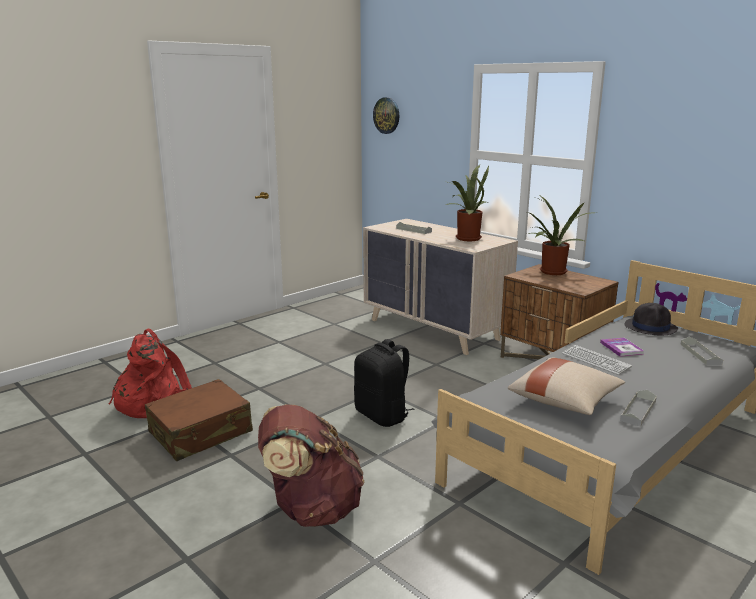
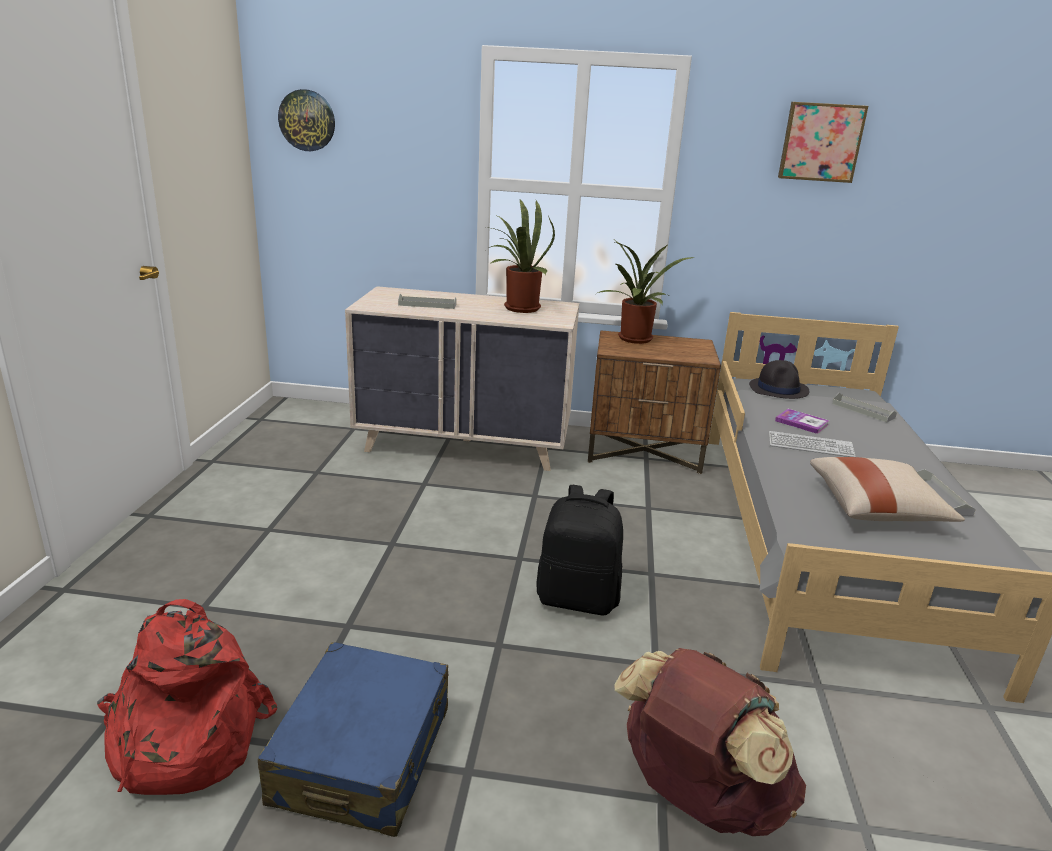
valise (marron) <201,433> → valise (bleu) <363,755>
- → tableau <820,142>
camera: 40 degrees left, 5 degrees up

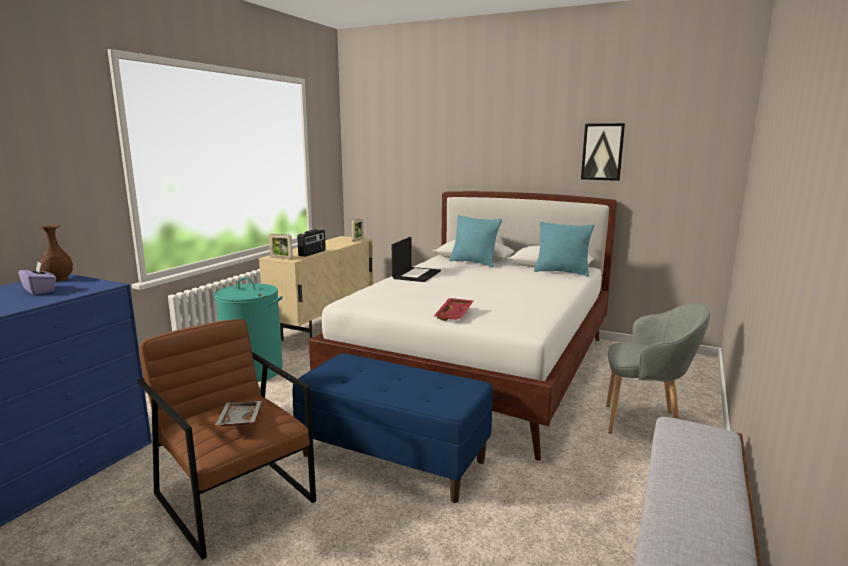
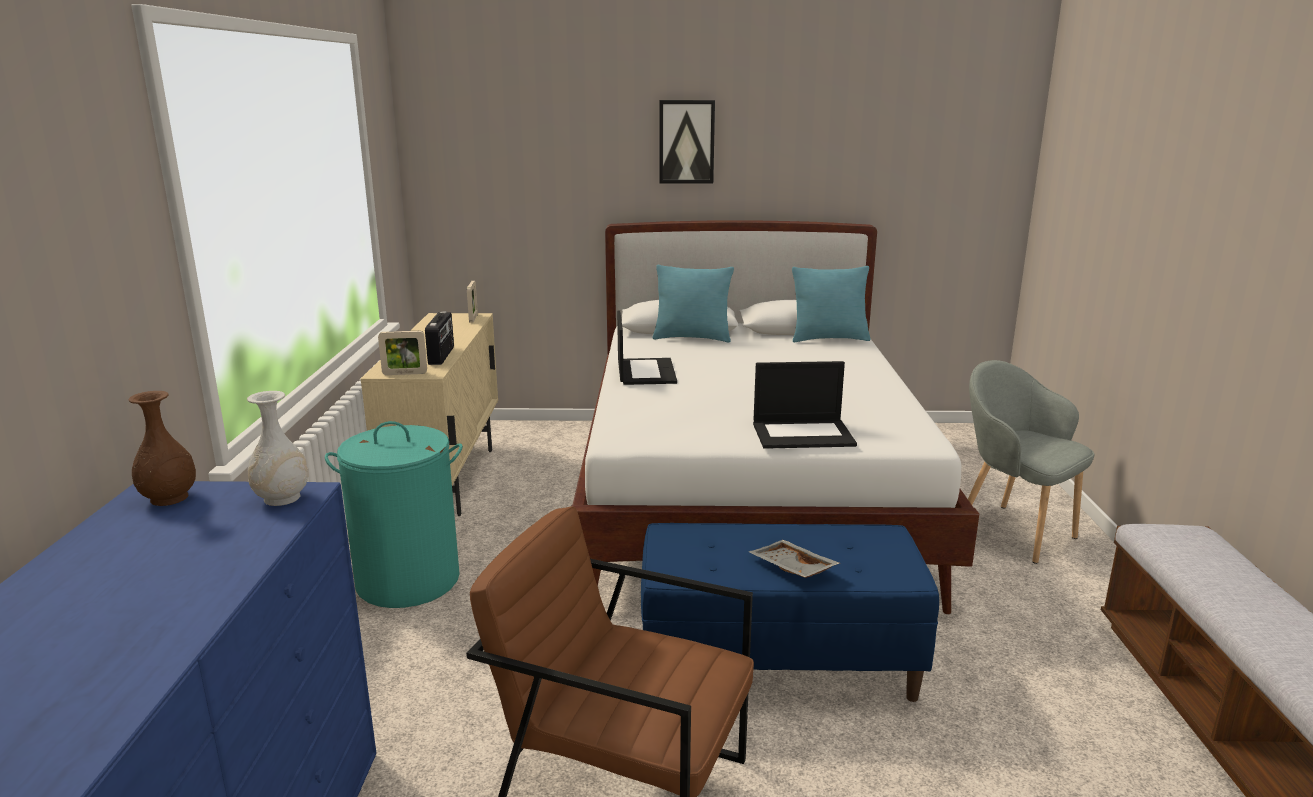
tableau <602,152> → tableau <686,142>, shifted
boîte à mouchoirs (violet) <40,290> → -
plateau (rouge) <454,315> → ordinateur portable <803,434>
fauteuil (gris) <645,423> → fauteuil (gris) <1011,532>, 120 degrees counterclockwise
plateau (gris) <238,420> → plateau (gris) <791,569>, shifted
- → vase (blanc) <282,498>
camera: 25 degrees left, 5 degrees up

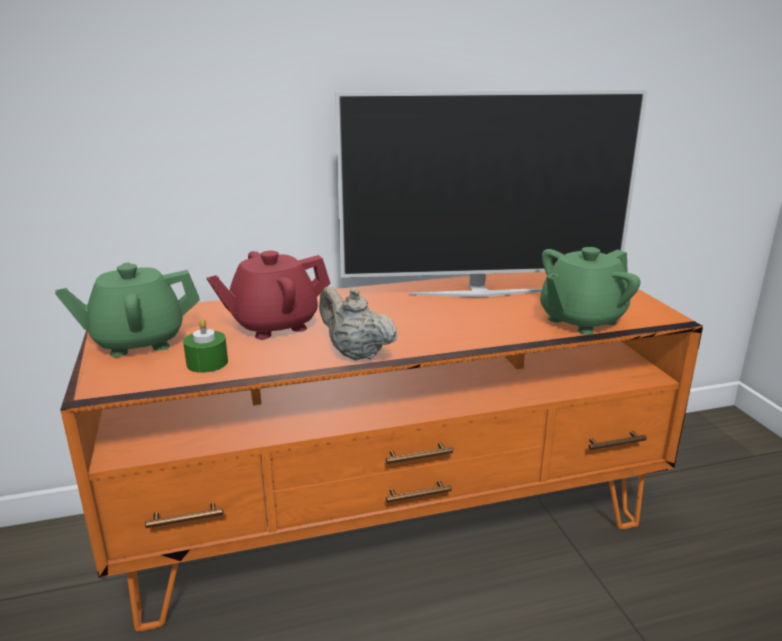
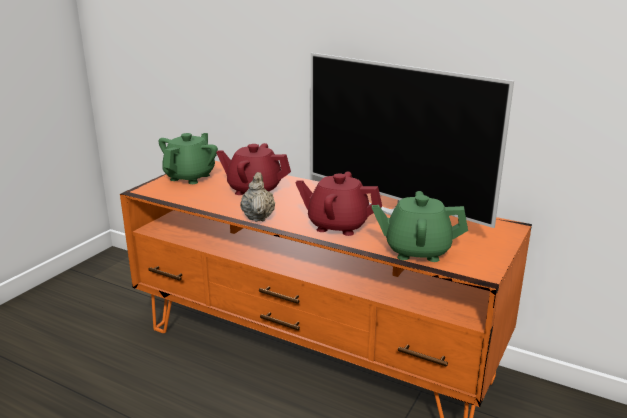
théière (vert) <138,342> → théière (vert) <190,177>, 90 degrees clockwise
bougie (vert) <207,363> → -
- → théière (rouge) <338,225>
camera: 45 degrees right, 0 degrees up

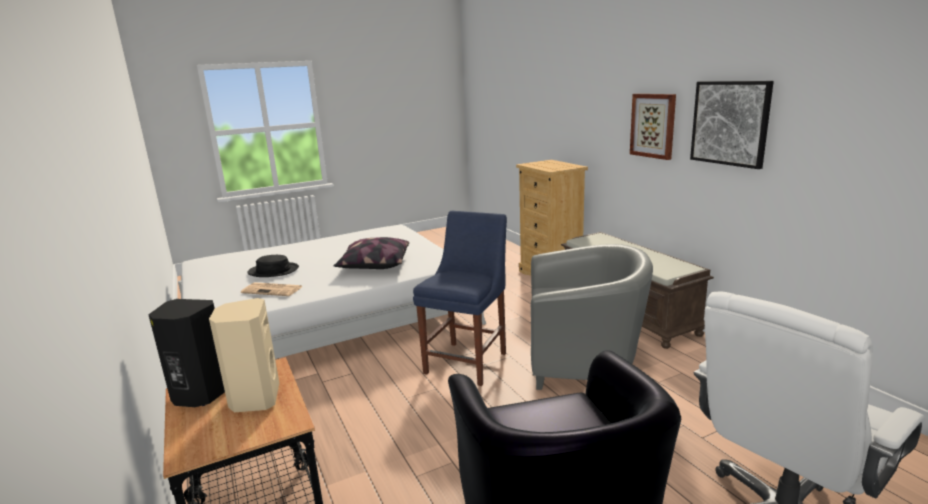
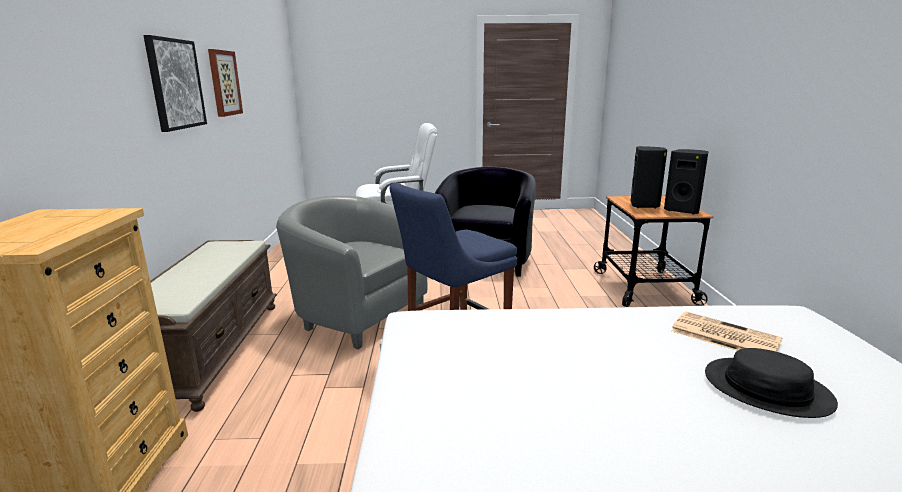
tableau <653,125> → tableau <224,83>, shifted
coussin <374,265> → -
enceinte (beige) <254,399> → enceinte (noir) <645,205>
camera: 155 degrees left, 0 degrees up

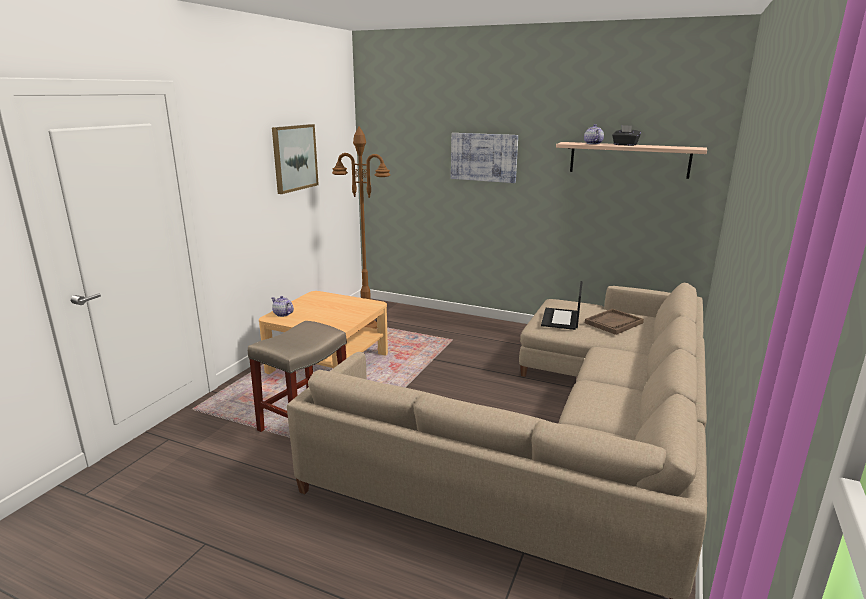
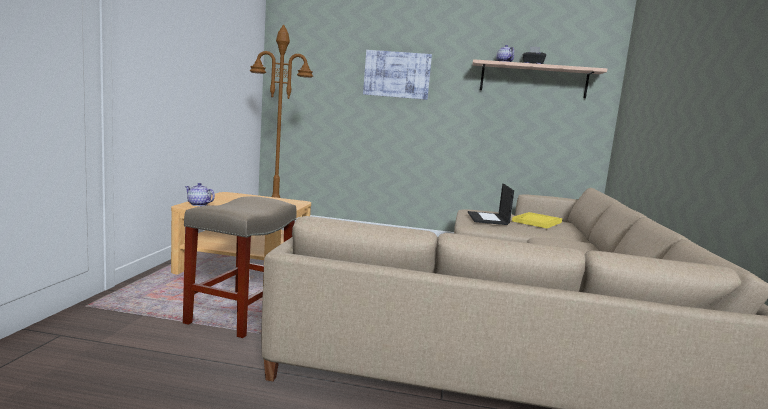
tableau <294,158> → -
plateau (marron) <613,323> → plateau (jaune) <537,222>
camera: 15 degrees left, 10 degrees down

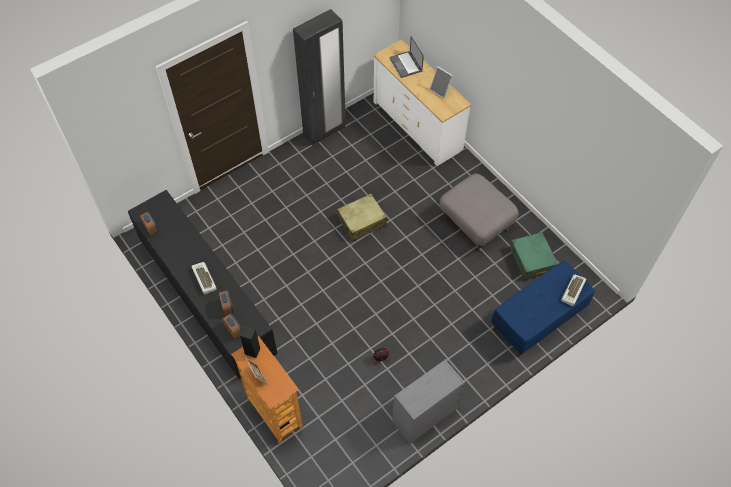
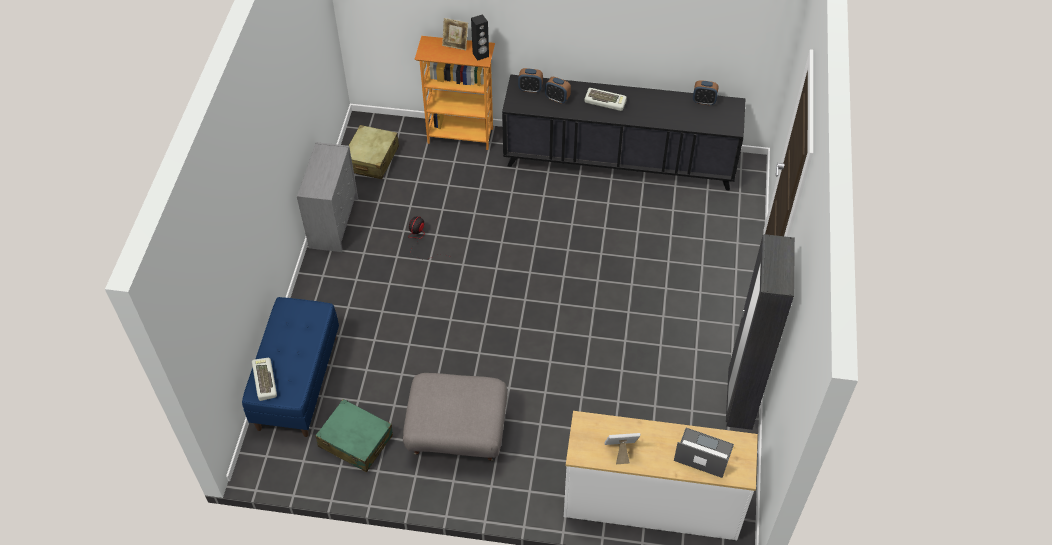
valise (beige) <362,221> → valise (beige) <371,159>, shifted
camera: 135 degrees right, 5 degrees down

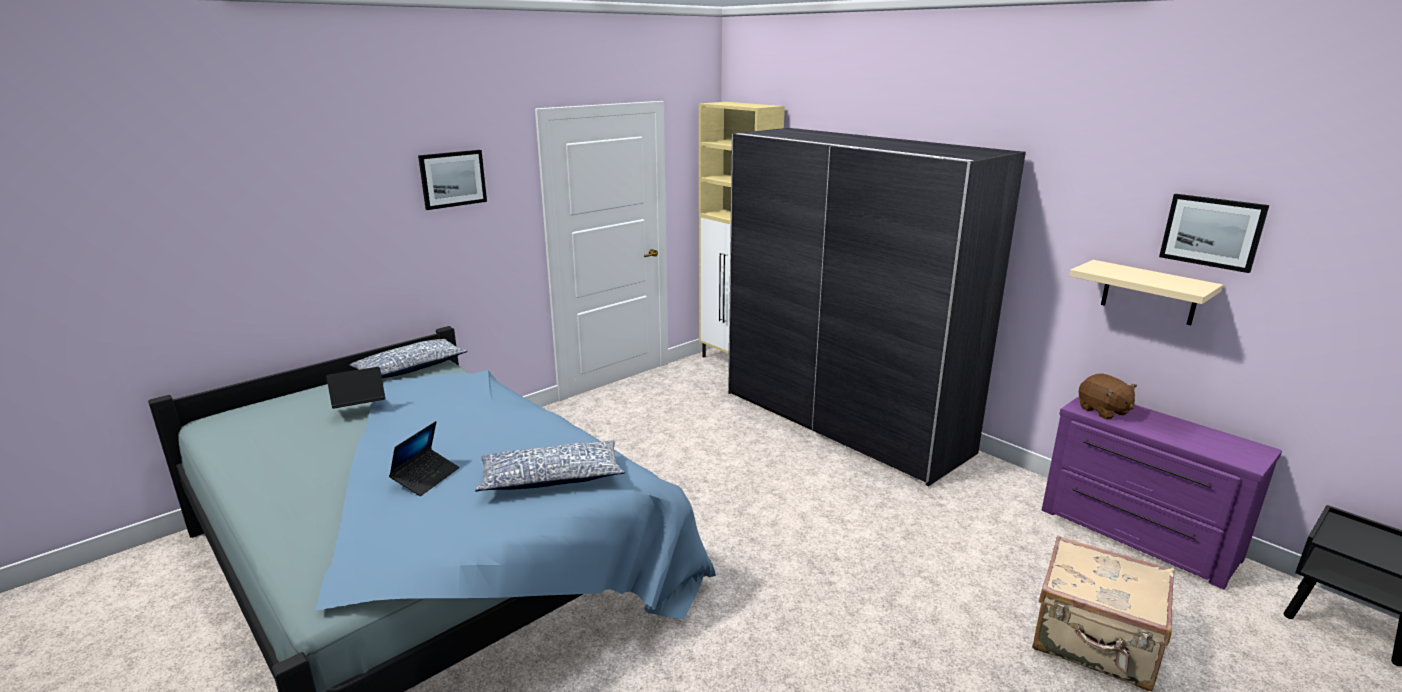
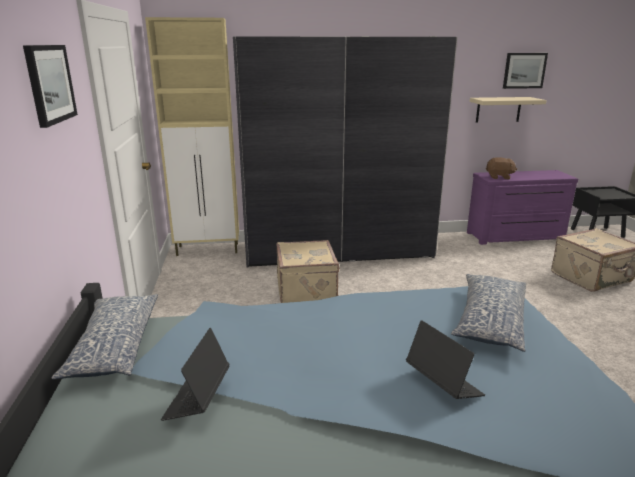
- → valise (beige) <307,290>
camera: 55 degrees left, 0 degrees up

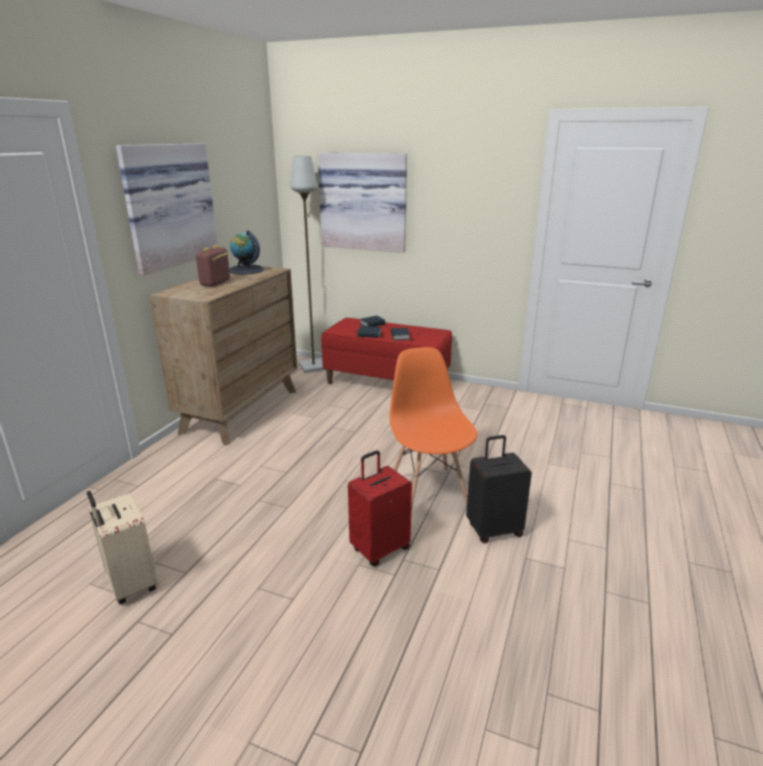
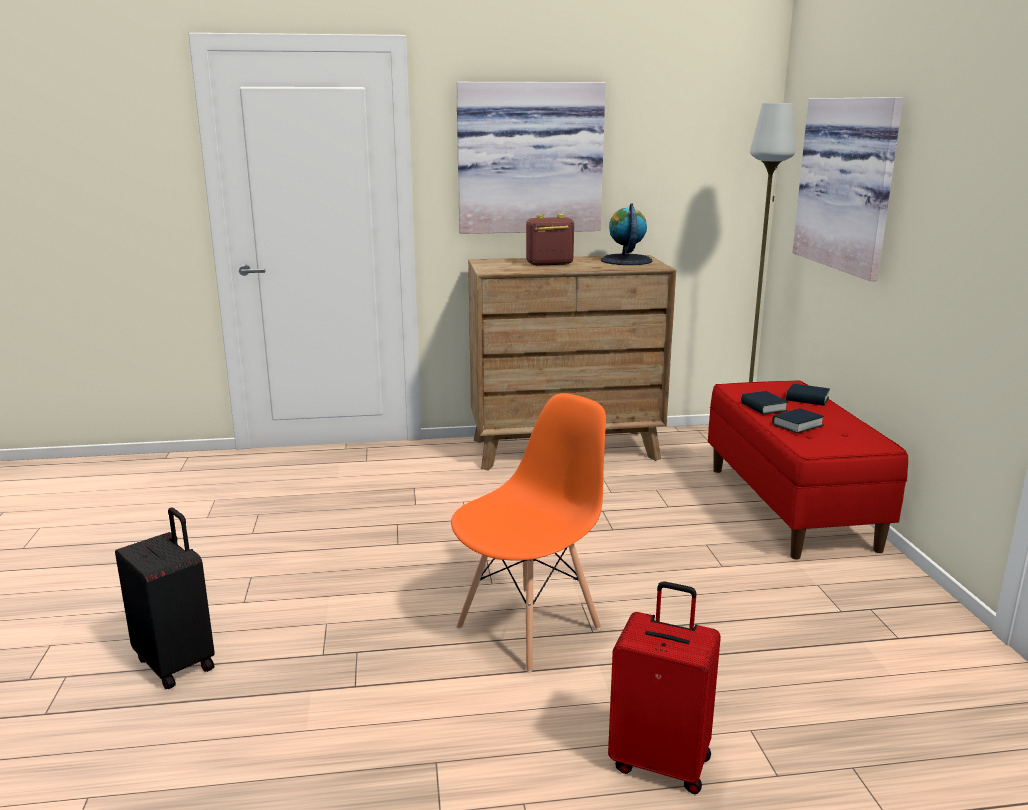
valise (noir) <494,530> → valise (noir) <177,662>, shifted
valise (rouge) <379,549> → valise (rouge) <661,761>, shifted
valise (beige) <130,585> → -
camera: 60 degrees right, 5 degrees down

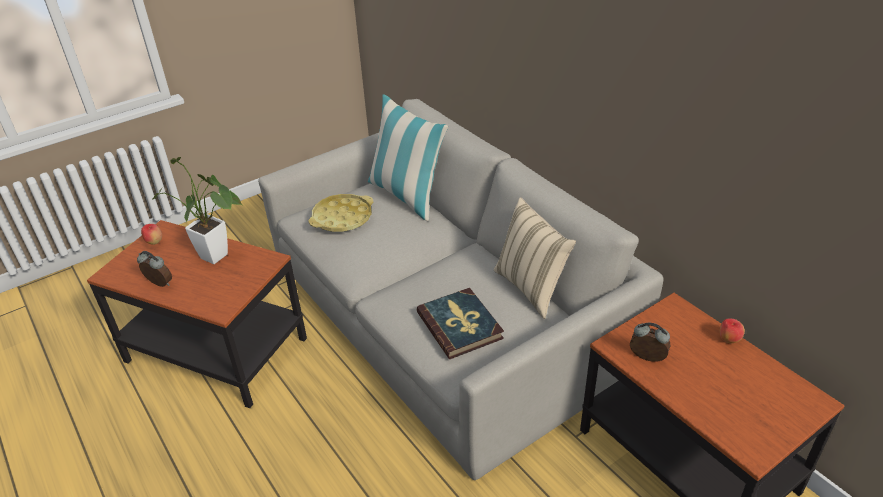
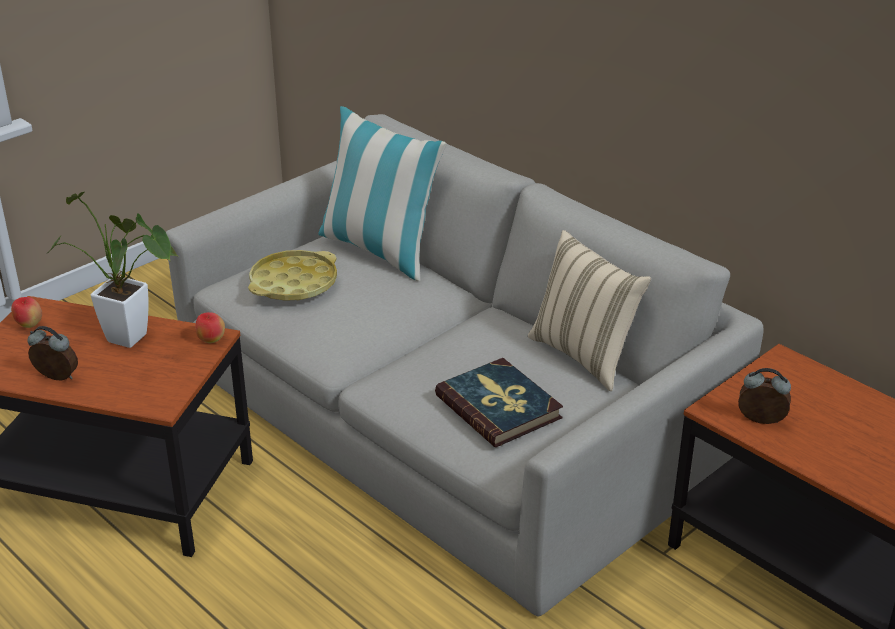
pomme <728,340> → pomme <211,340>, shifted
camera: 10 degrees left, 5 degrees down

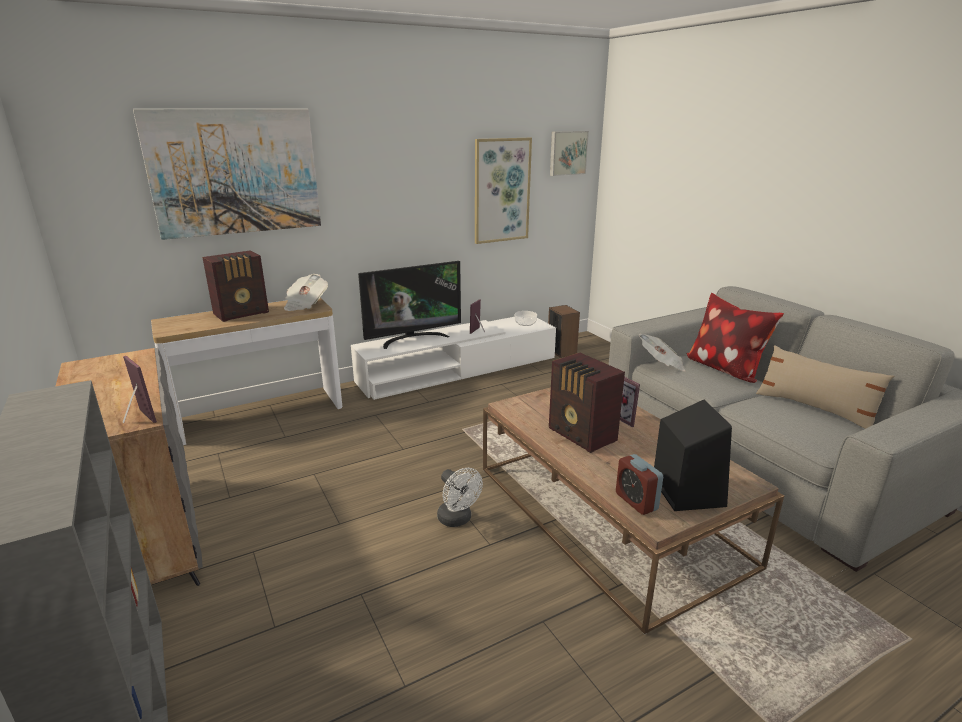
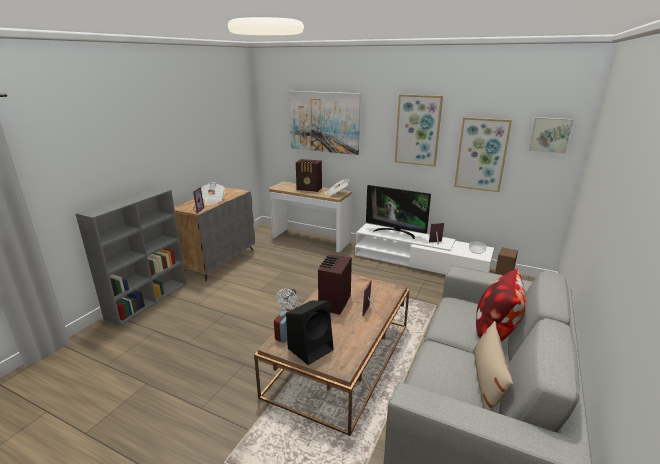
journal <661,364> → journal <212,200>, shifted
- → tableau <417,130>
camera: 55 degrees right, 0 degrees up

